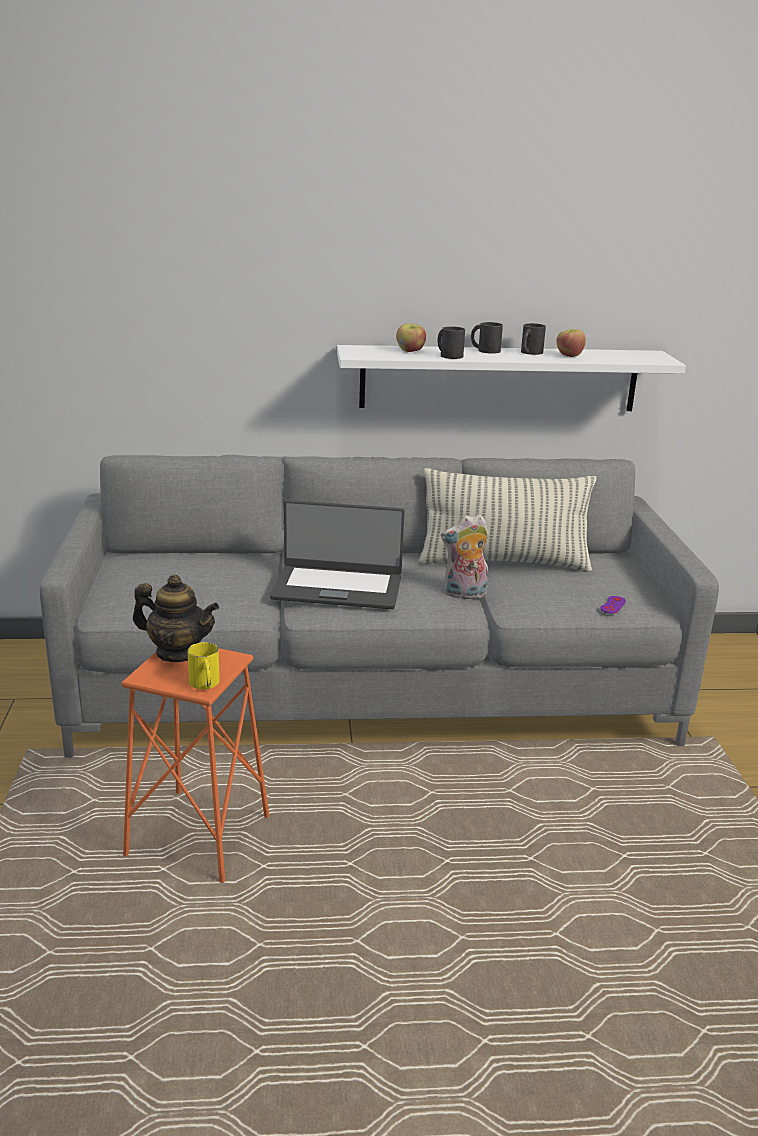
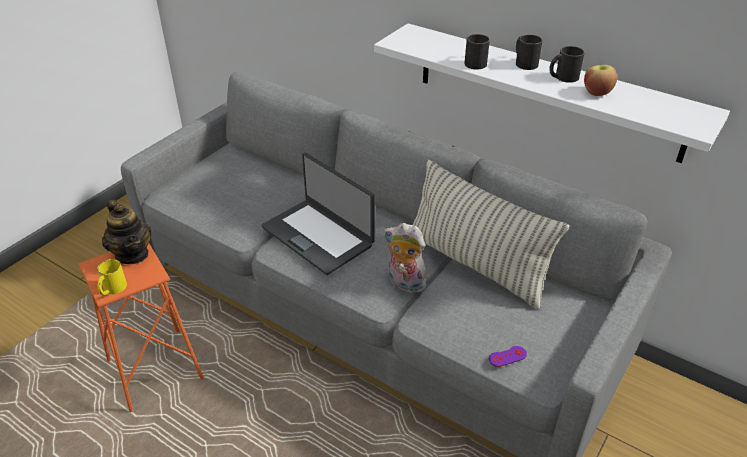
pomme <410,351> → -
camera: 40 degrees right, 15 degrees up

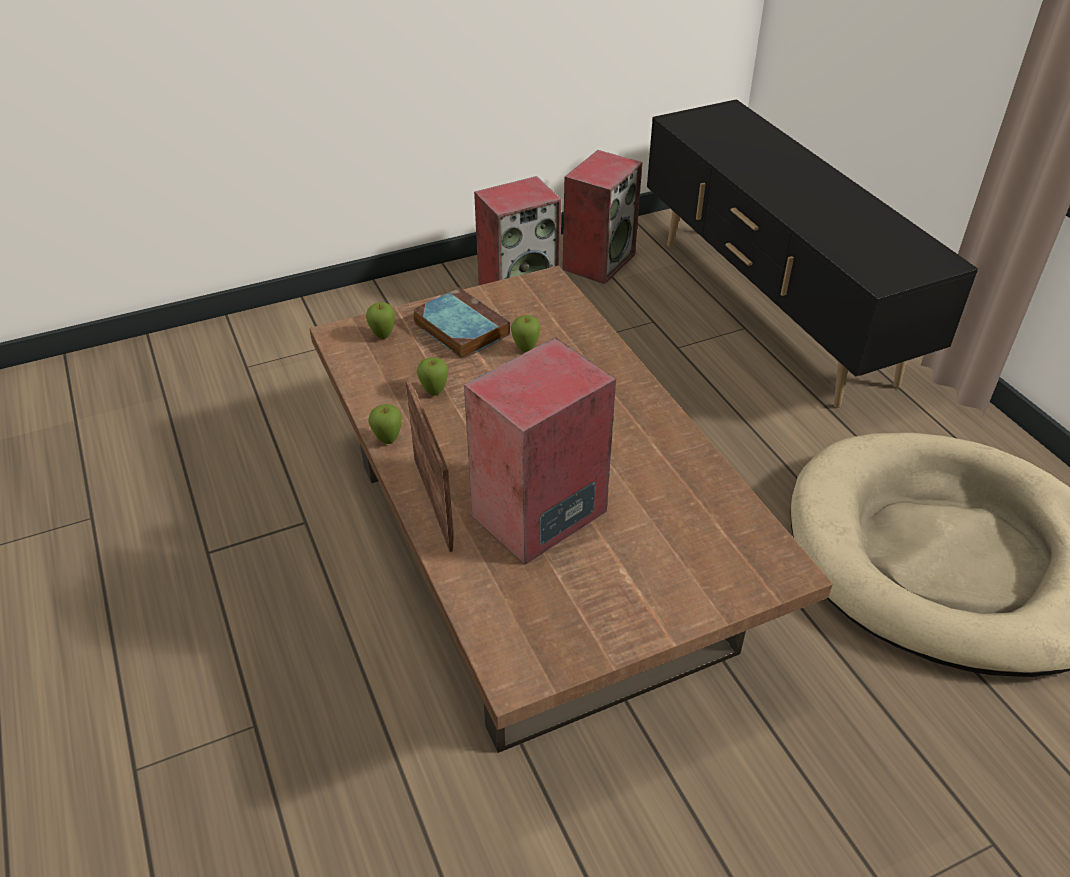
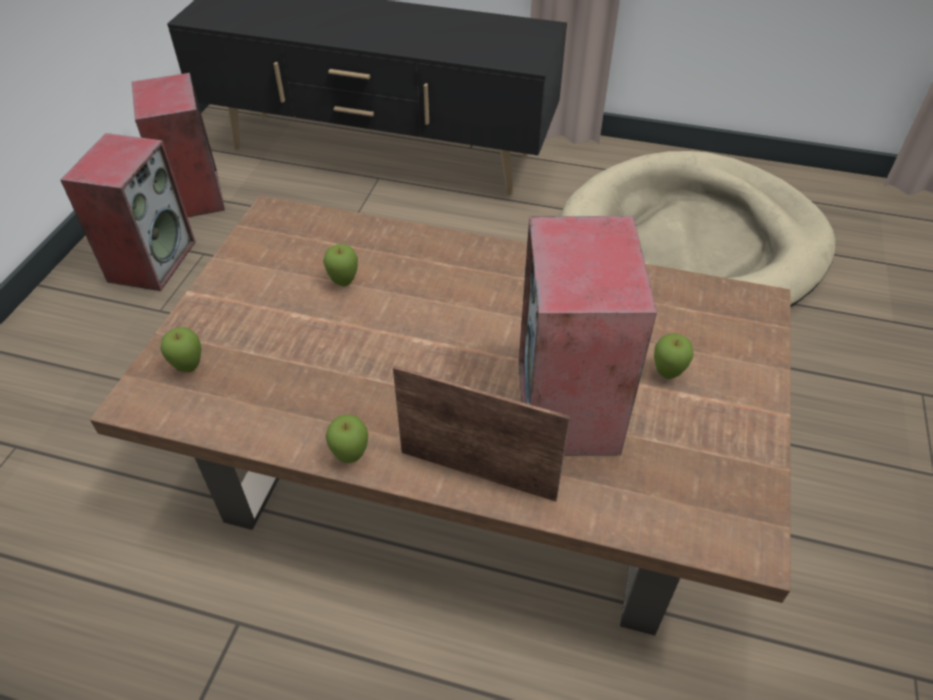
livre <459,328> → -
pomme <434,392> → pomme <667,374>, shifted
camera: 50 degrees left, 5 degrees up

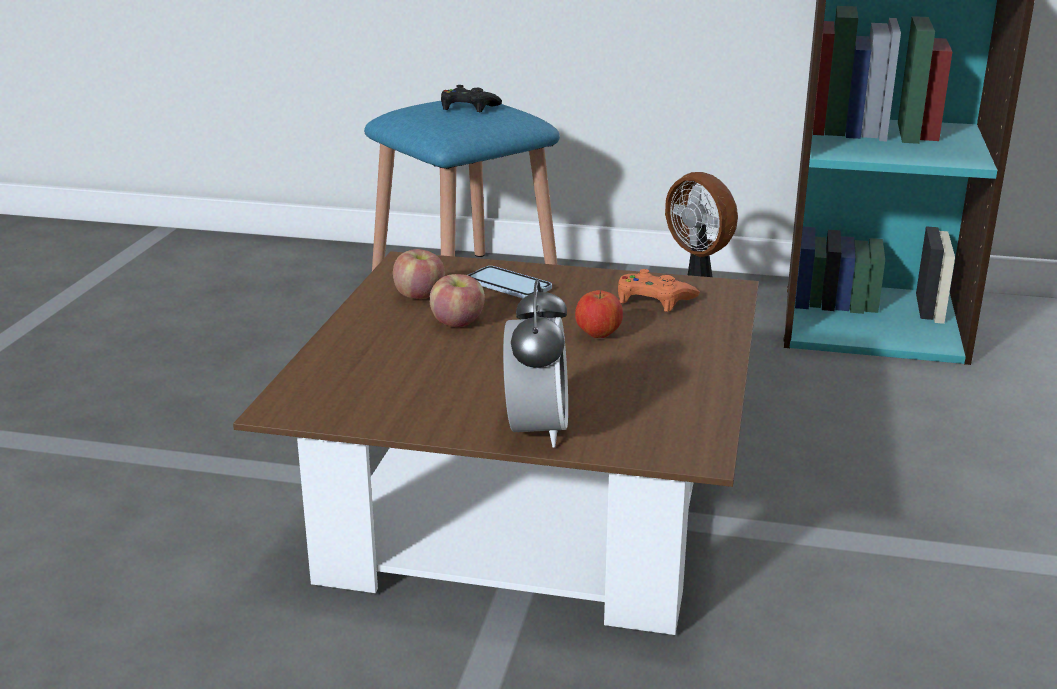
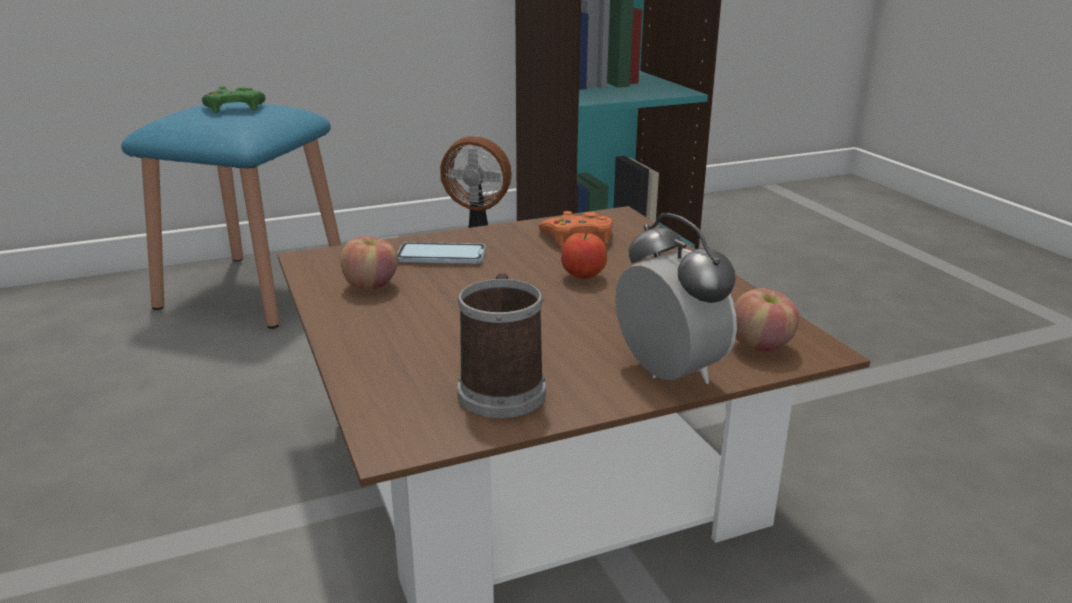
manette (noir) <468,107> → manette (vert) <235,108>
pomme <458,323> → pomme <761,346>, shifted
- → mug <502,388>
camera: 35 degrees left, 0 degrees up

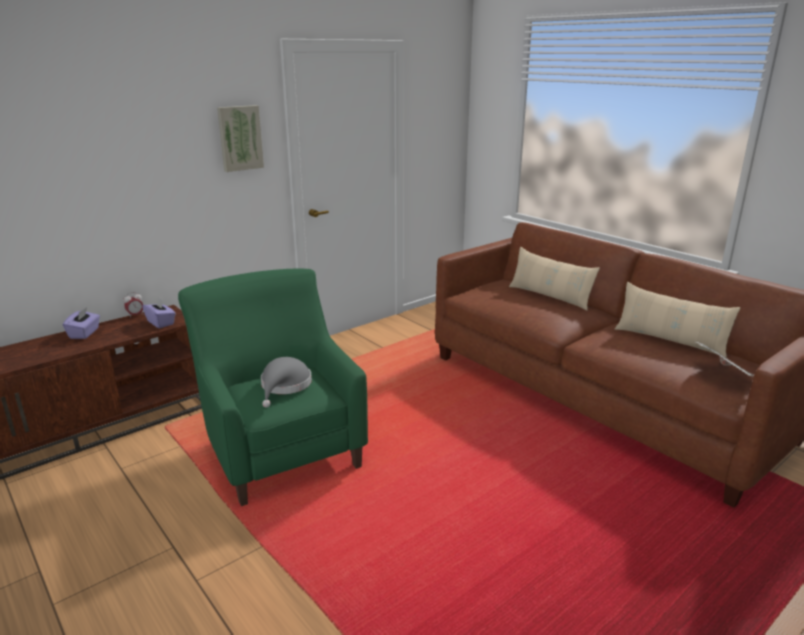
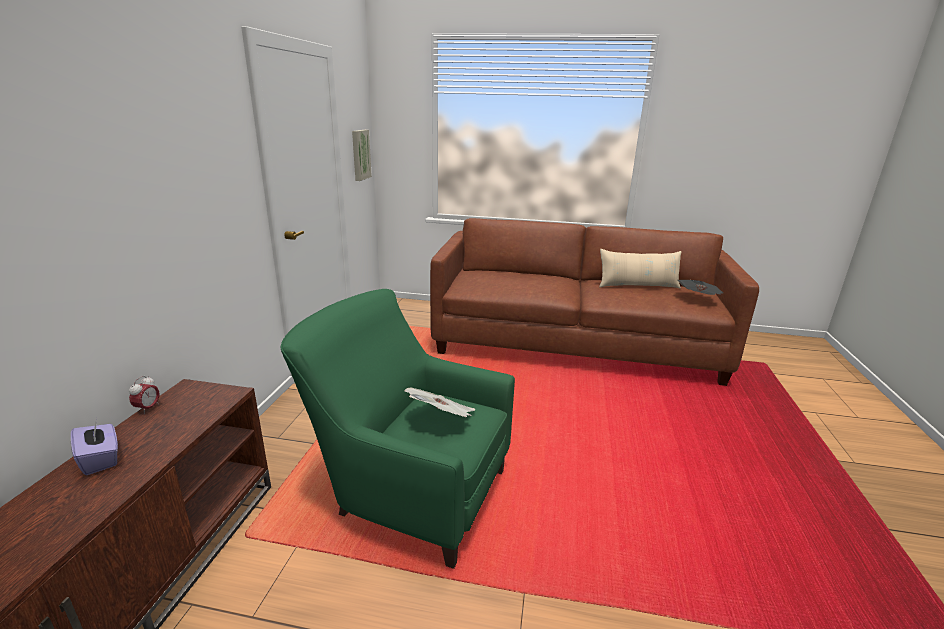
tableau <240,138> → tableau <360,154>, shifted
coussin (beige) <549,296> → -
boîte à mouchoirs (violet) <161,322> → -
chapeau (gris) <284,386> → journal <442,418>
camera: 40 degrees left, 0 degrees up

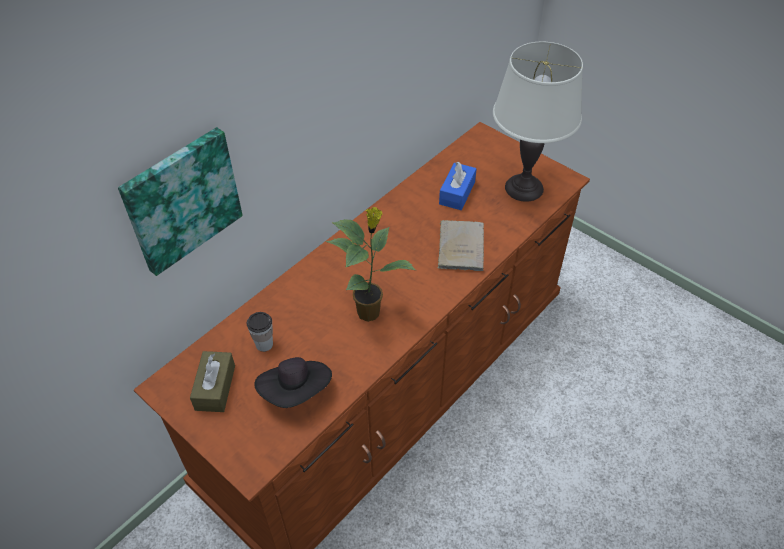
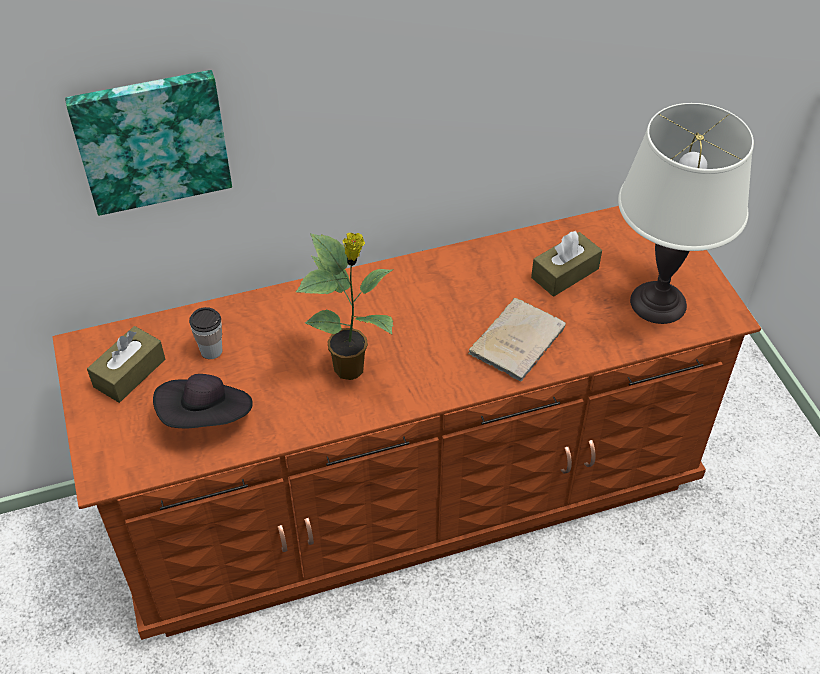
boîte à mouchoirs (bleu) <457,193> → boîte à mouchoirs (marron) <565,273>
camera: 30 degrees right, 0 degrees up

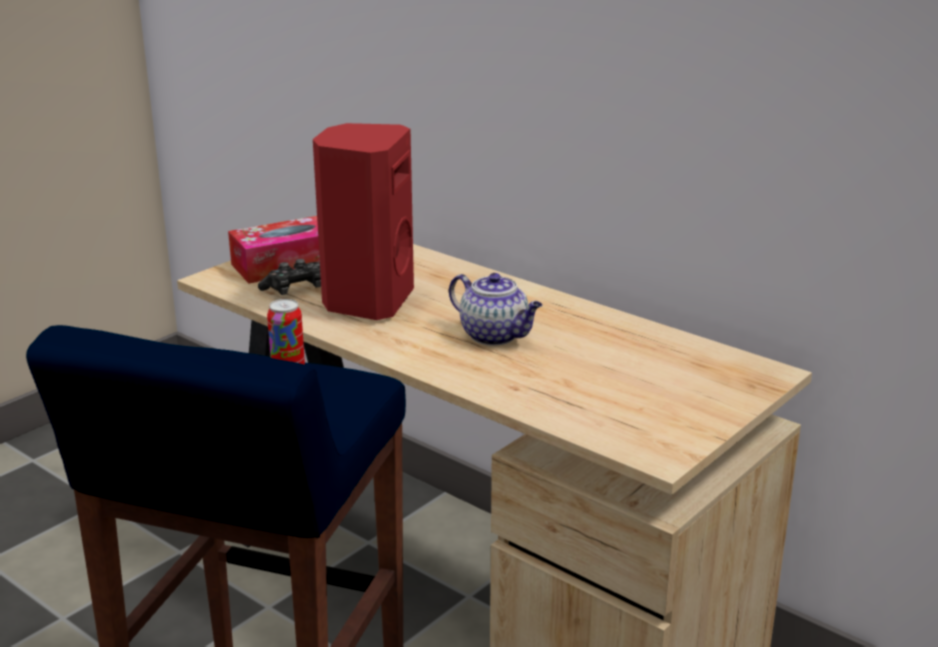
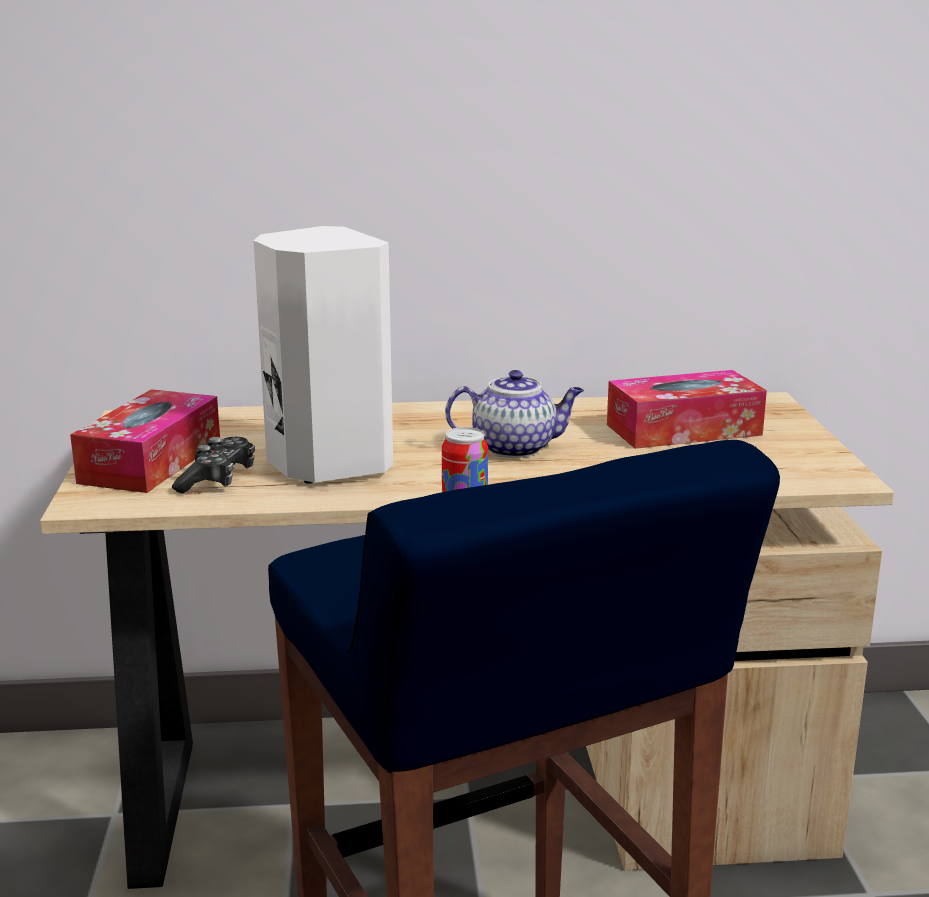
enceinte (rouge) <366,302> → enceinte (blanc) <325,464>
- → boîte à mouchoirs <683,430>
camera: 45 degrees left, 5 degrees down

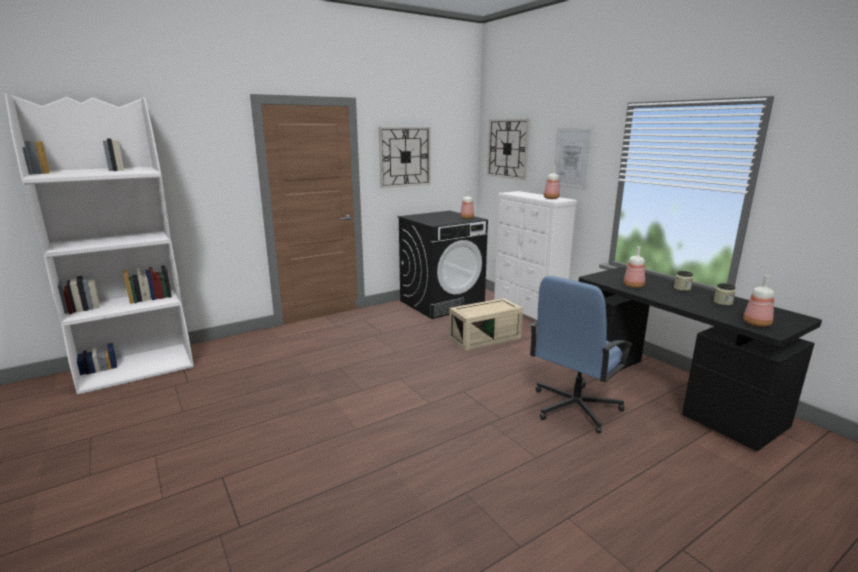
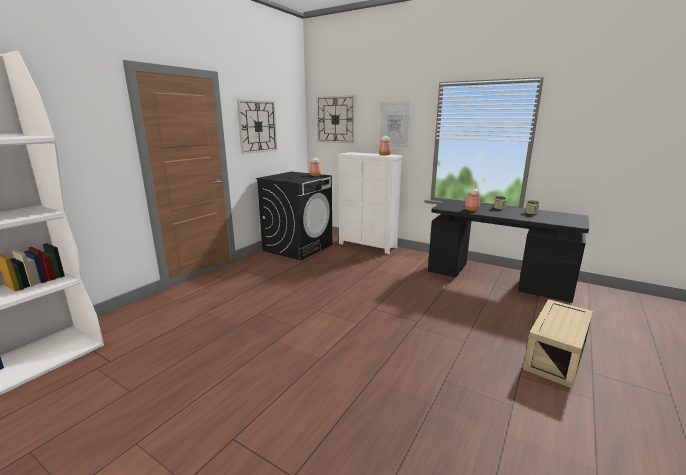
bouteille <757,324> → -
chaise de bureau (bleu) <574,407> → -
boîte de rangement (beige) <485,337> → boîte de rangement (beige) <554,355>, shifted
camera: 25 degrees left, 0 degrees up

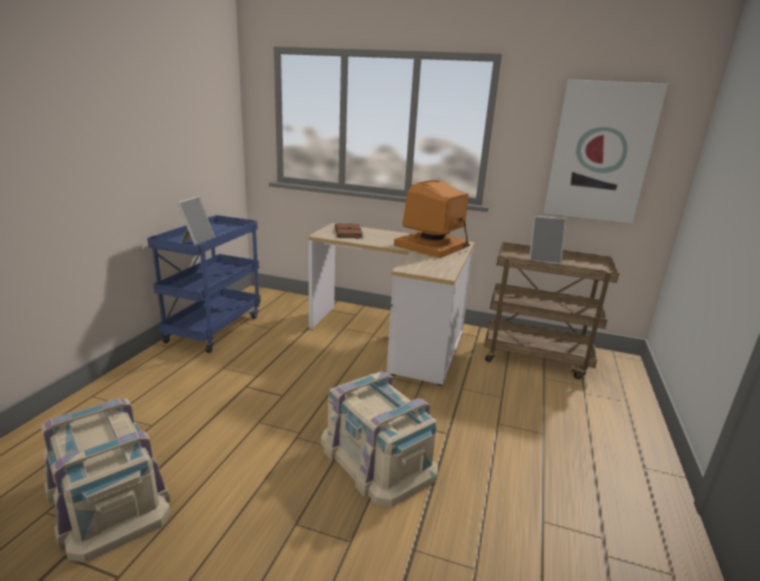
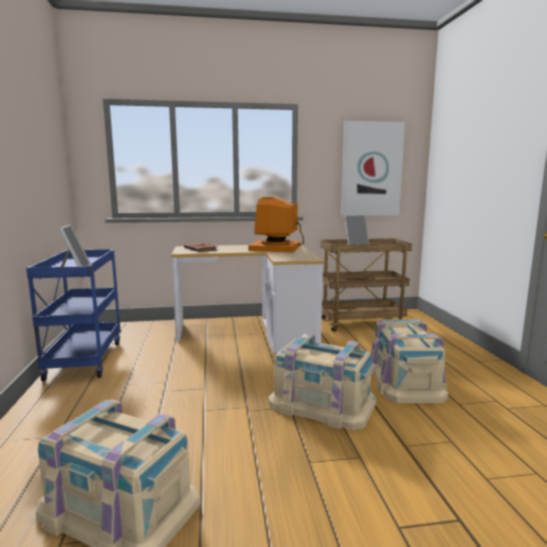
- → boîte de rangement (beige) <404,380>
camera: 25 degrees left, 10 degrees down

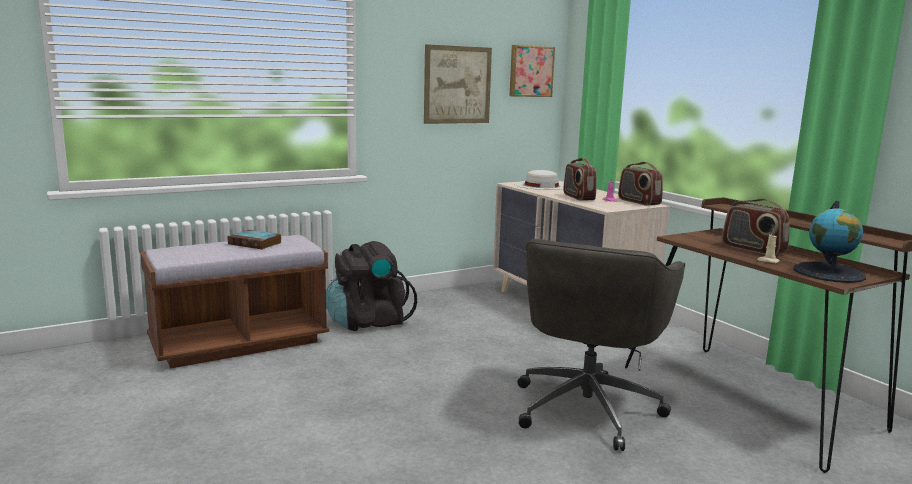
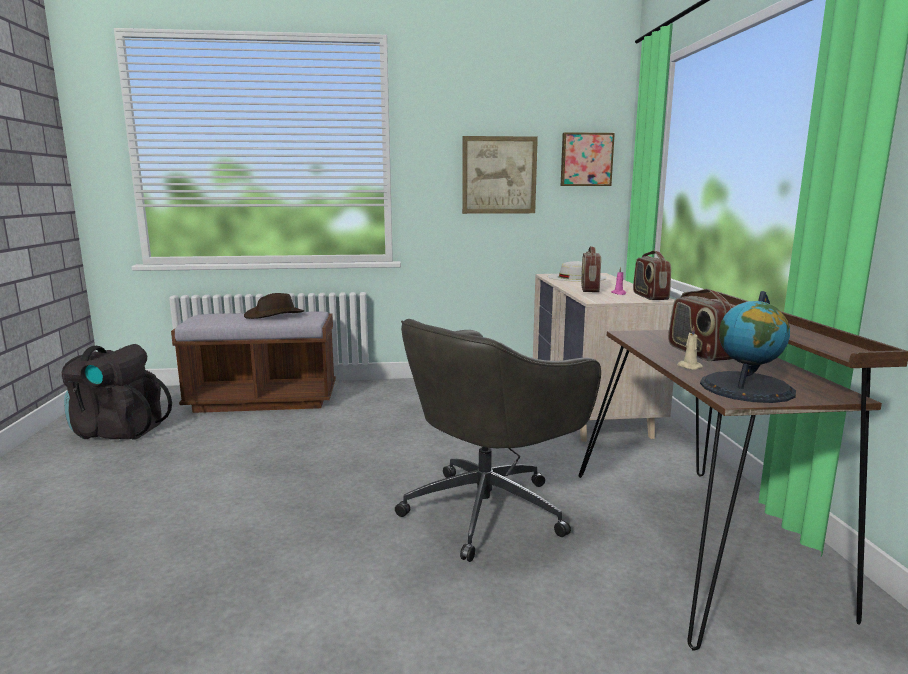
livre <256,243> → chapeau (marron) <275,315>
sac à dos (noir) <368,322> → sac à dos (noir) <118,431>, shifted
camera: 25 degrees right, 0 degrees up

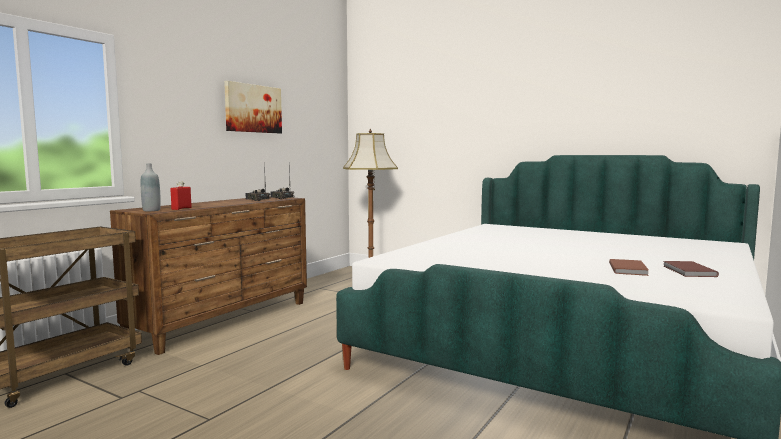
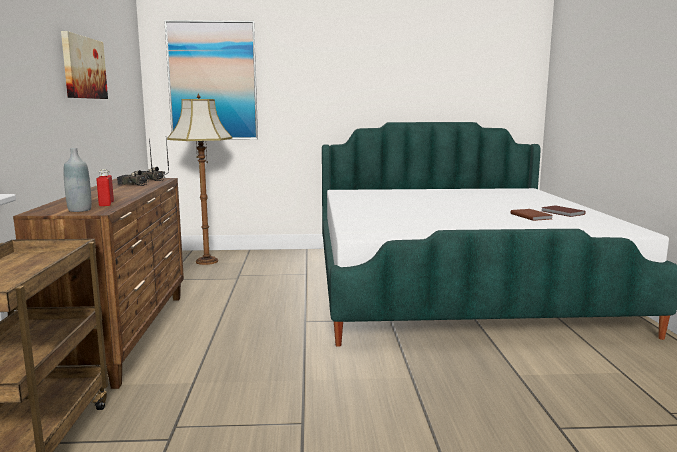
- → tableau <212,81>
camera: 35 degrees left, 5 degrees up

